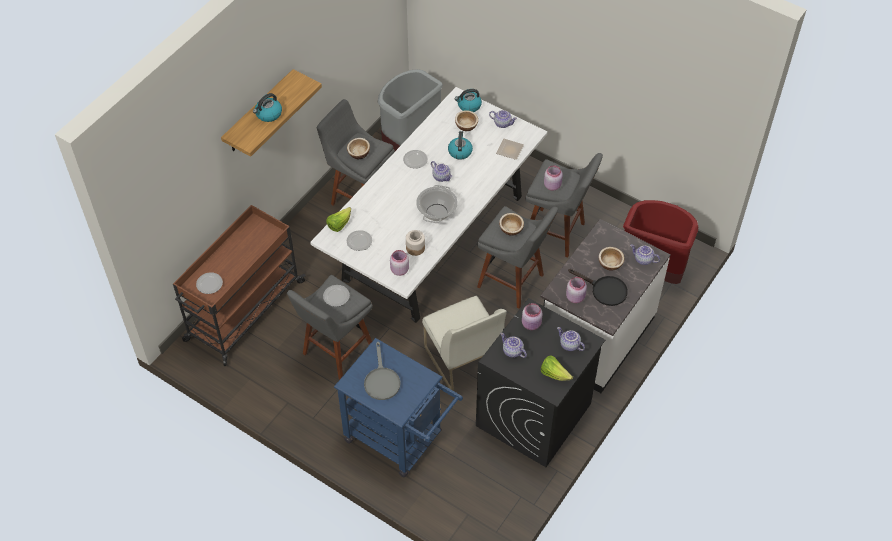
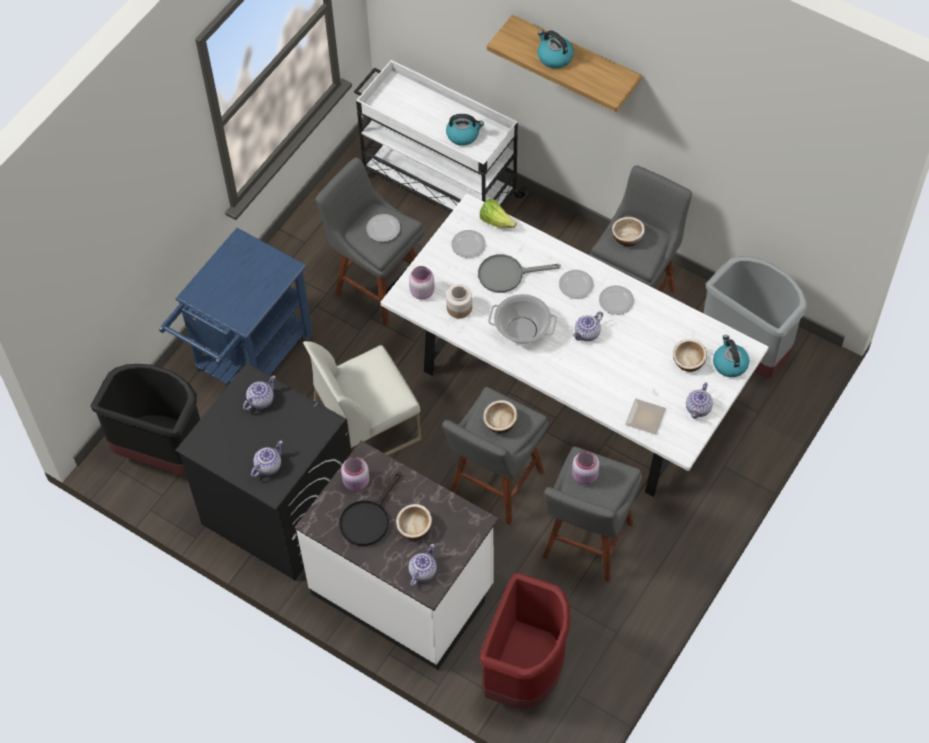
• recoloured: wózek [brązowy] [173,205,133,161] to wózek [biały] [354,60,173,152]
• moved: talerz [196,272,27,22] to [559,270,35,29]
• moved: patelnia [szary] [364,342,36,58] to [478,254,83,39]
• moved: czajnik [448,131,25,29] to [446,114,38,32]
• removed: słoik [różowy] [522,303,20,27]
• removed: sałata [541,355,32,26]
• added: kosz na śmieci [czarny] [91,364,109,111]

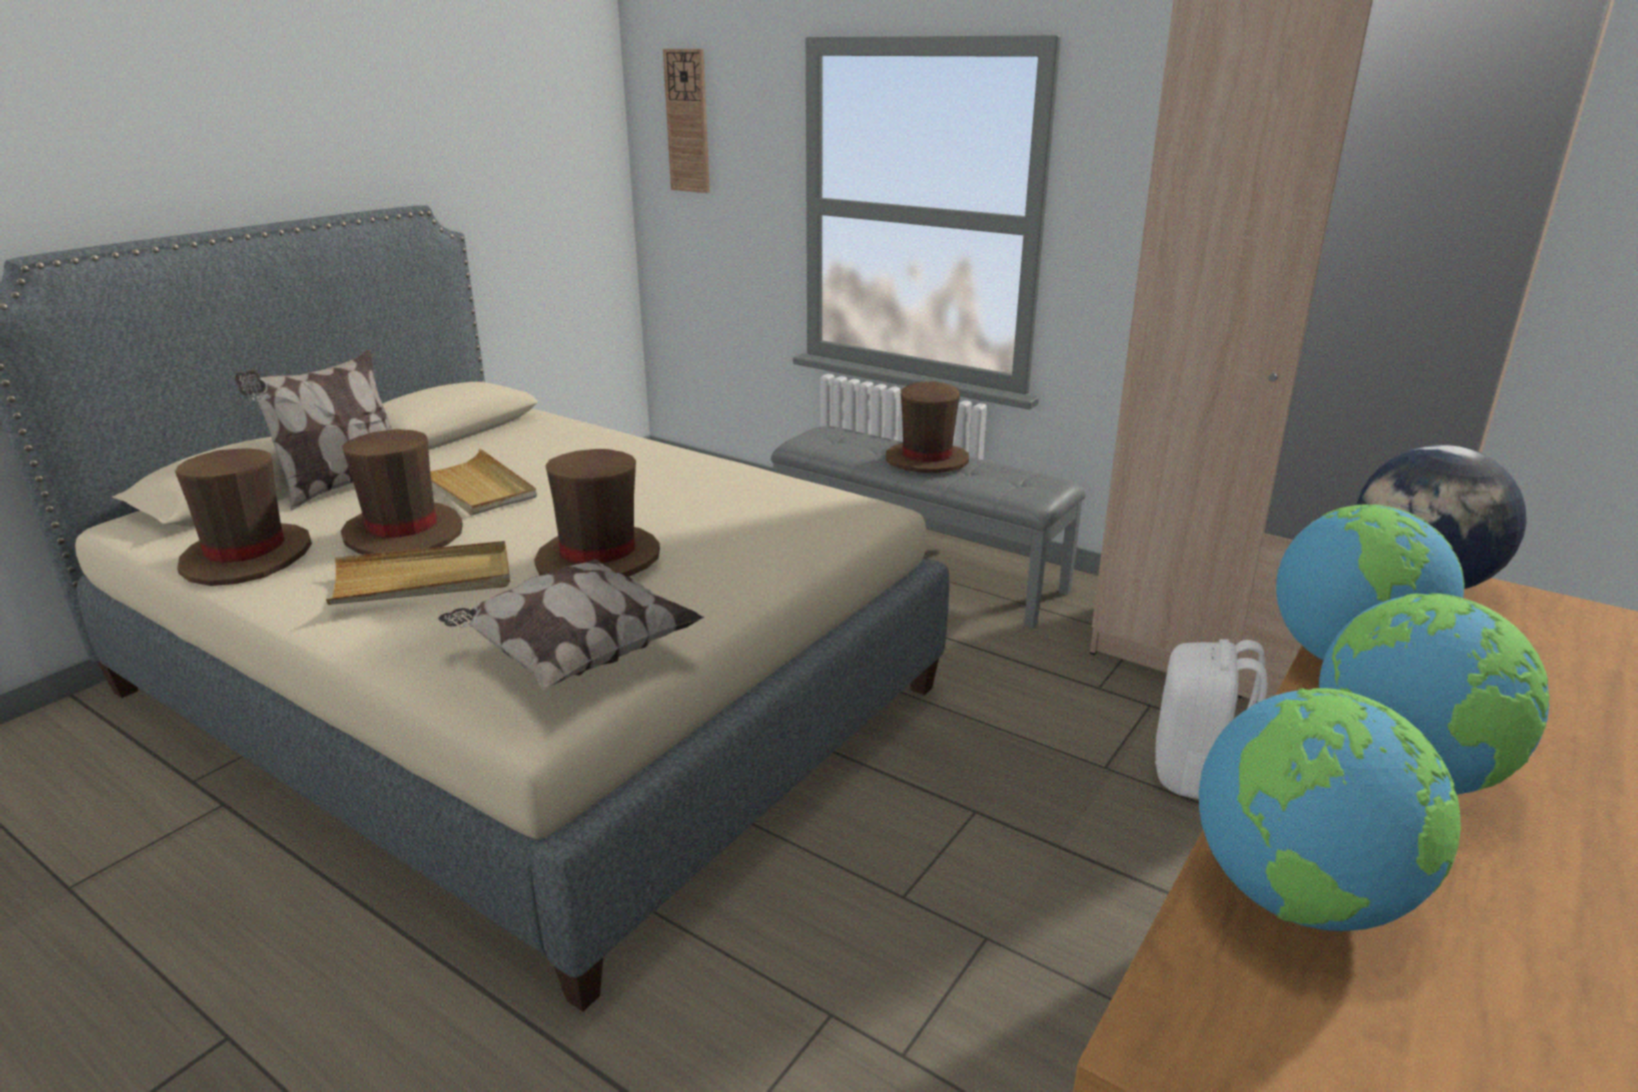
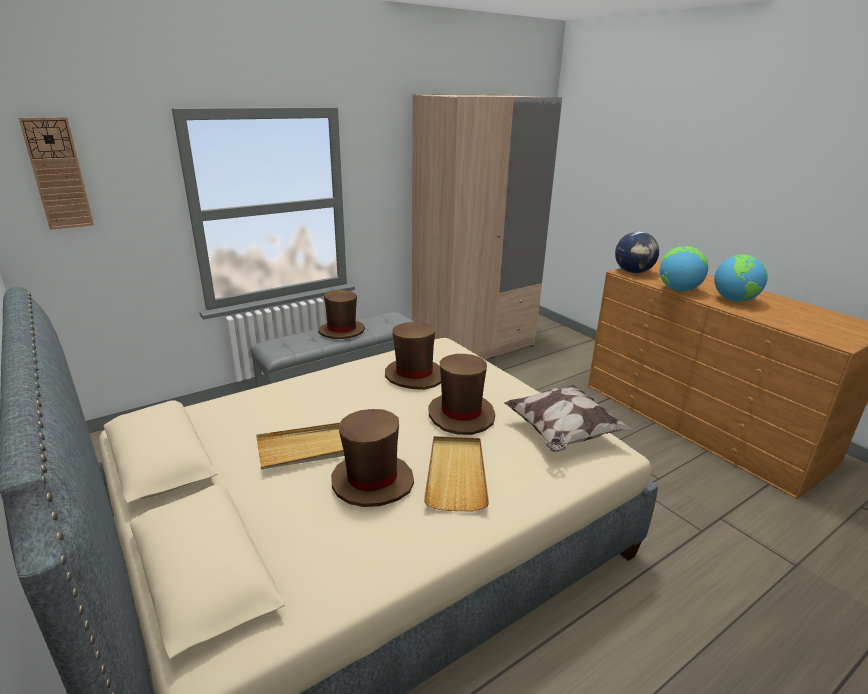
• moved: kapelusz [brązowy] [175,448,137,138] to [385,322,56,68]
• removed: poduszka [234,350,158,161]
• removed: plecak [biały] [1155,639,113,160]
• removed: globus [1199,688,262,243]

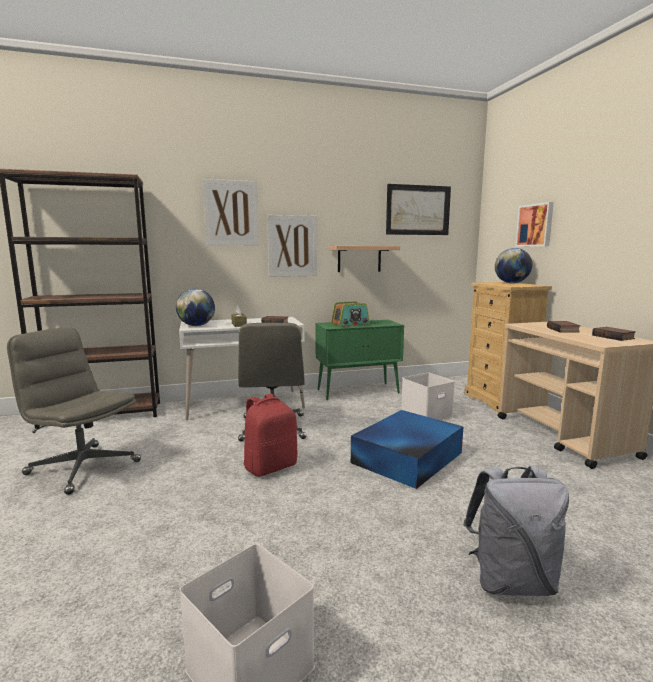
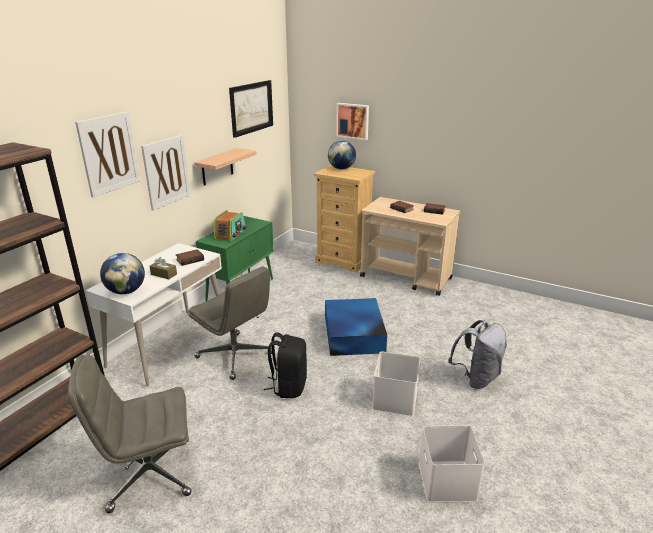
• recoloured: plecak [czerwony] [244,393,53,84] to plecak [czarny] [264,332,43,66]
• moved: pojemnik do przechowywania [biały] [401,373,54,48] to [372,351,48,66]

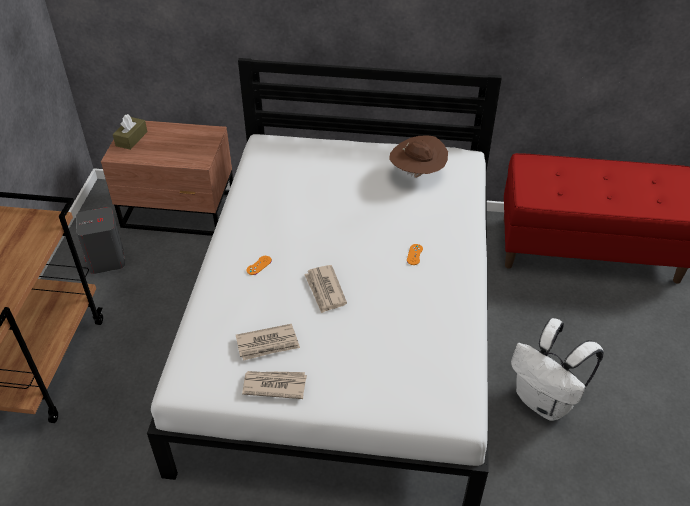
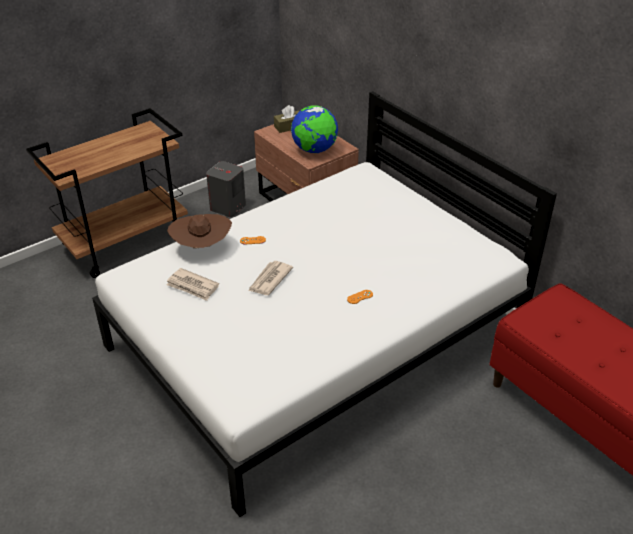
• removed: gazeta [242,371,65,28]
• moved: kapelusz [brązowy] [389,136,59,42] to [167,214,65,34]
• removed: plecak [biały] [511,318,93,103]
• added: globus [291,105,47,48]

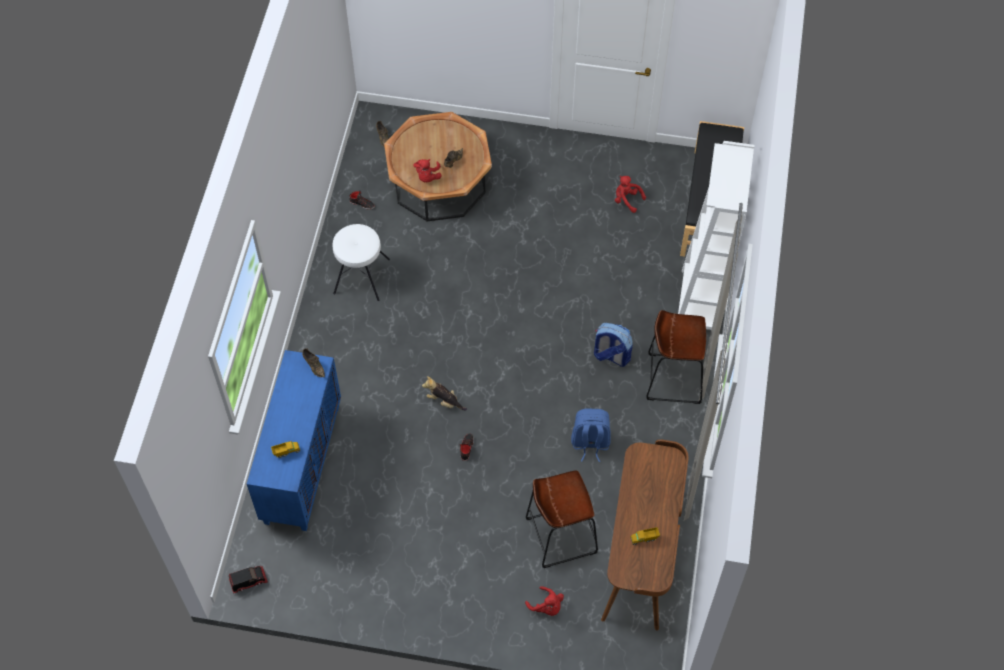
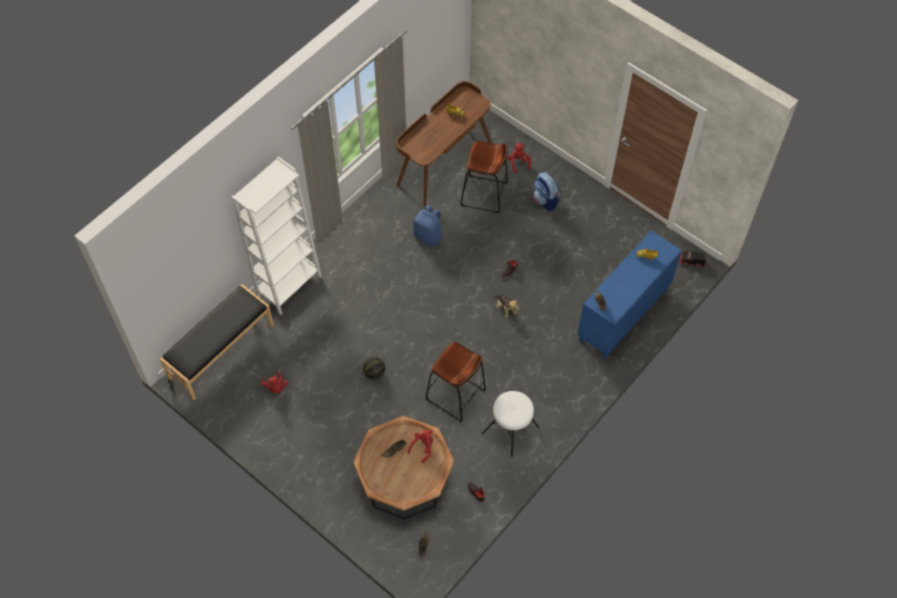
• moved: plecak [594,323,39,44] to [533,172,28,39]
• moved: stołek [brązowy] [646,310,60,94] to [426,342,60,80]
• added: piłka do koszykówki [363,357,22,23]

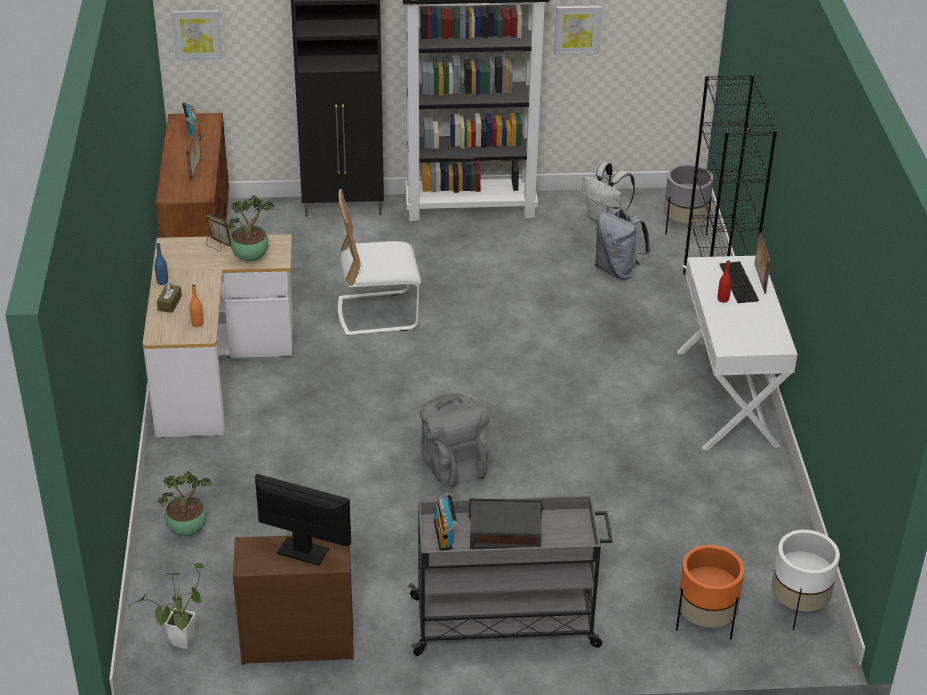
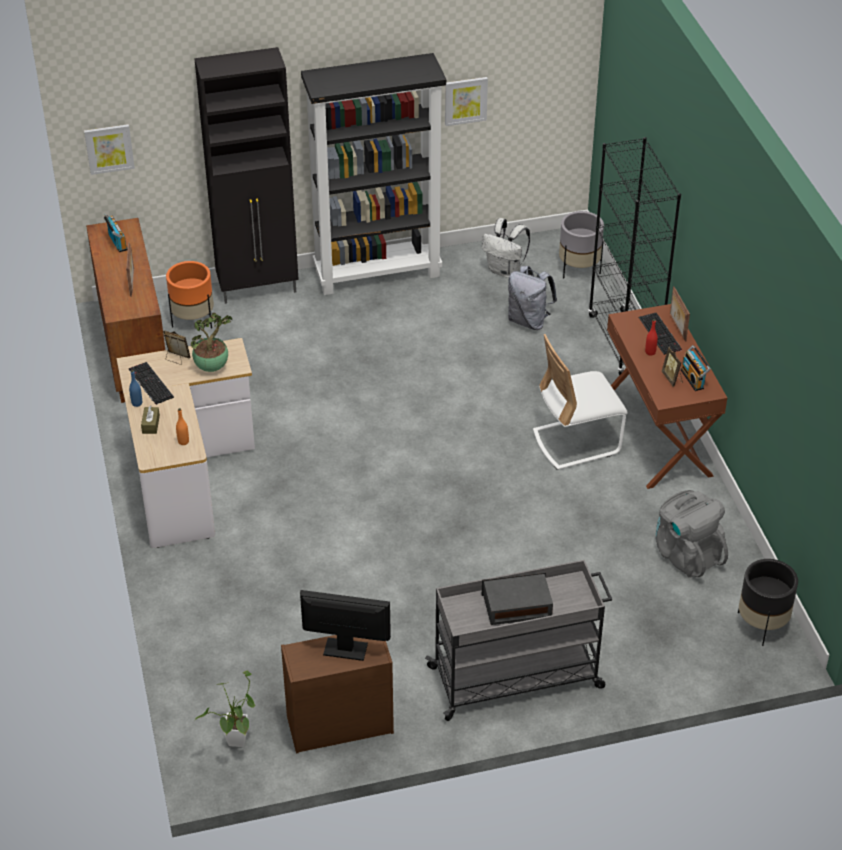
• removed: roślina doniczkowa [158,471,53,65]
• moved: krzesło [biały] [338,189,83,147] to [533,334,95,136]
• moved: plecak [szary] [420,393,69,94] to [656,490,72,88]
• moved: radio [434,492,23,59] to [681,345,30,46]
• moved: donica [pomarańczowy] [676,545,68,95] to [166,261,48,67]
• recoloured: biurko [biały] [677,256,121,194] to biurko [brązowy] [607,304,120,185]
• recoloured: donica [biały] [771,530,69,100] to donica [czarny] [738,559,60,87]
• added: klawiatura [129,362,45,43]
• added: ramka na zdjęcie [662,347,20,40]

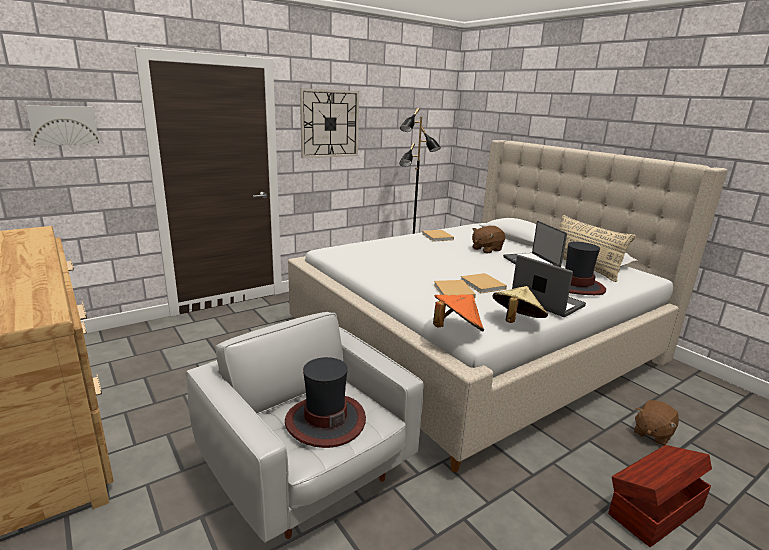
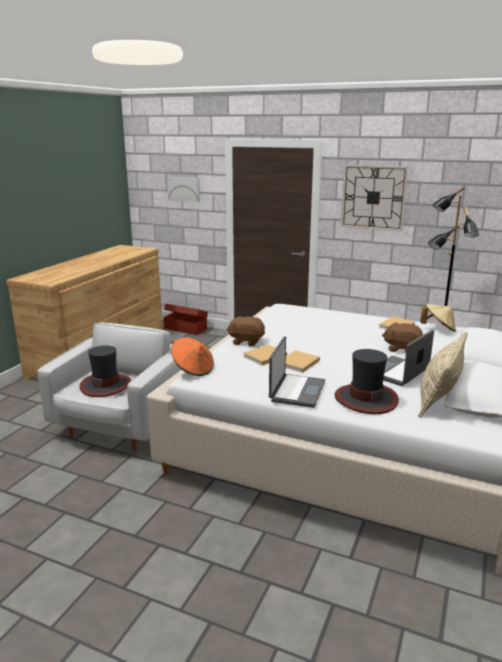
• moved: kapelusz [beżowy] [492,286,56,37] to [420,304,36,28]
• moved: pojemnik do przechowywania [brązowy] [608,445,104,102] to [164,304,44,31]
• moved: pluszak [brązowy] [634,400,45,46] to [227,316,38,30]

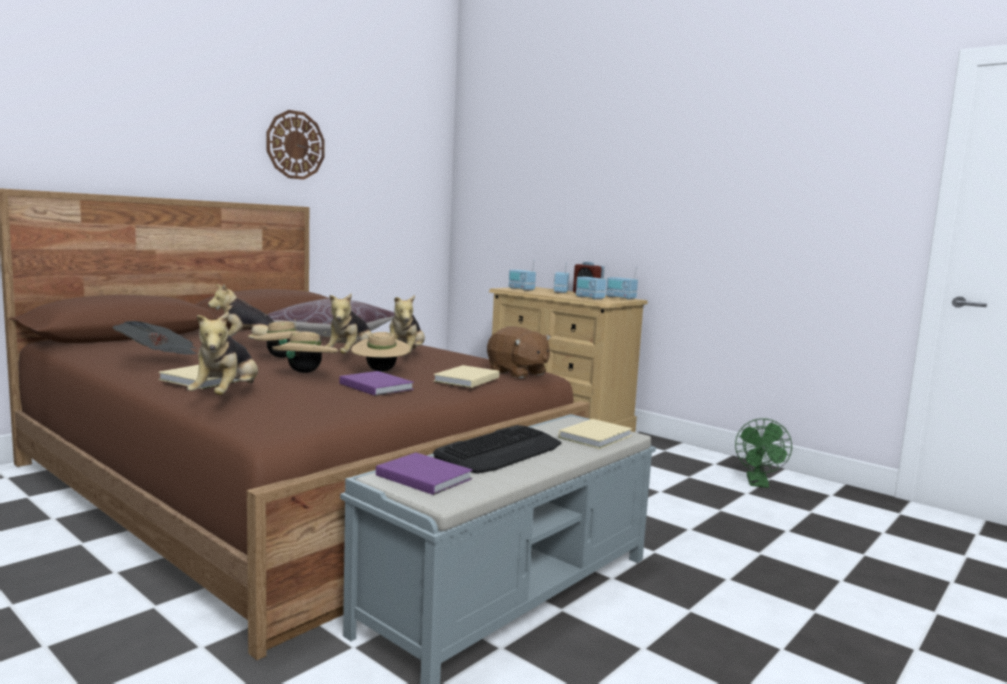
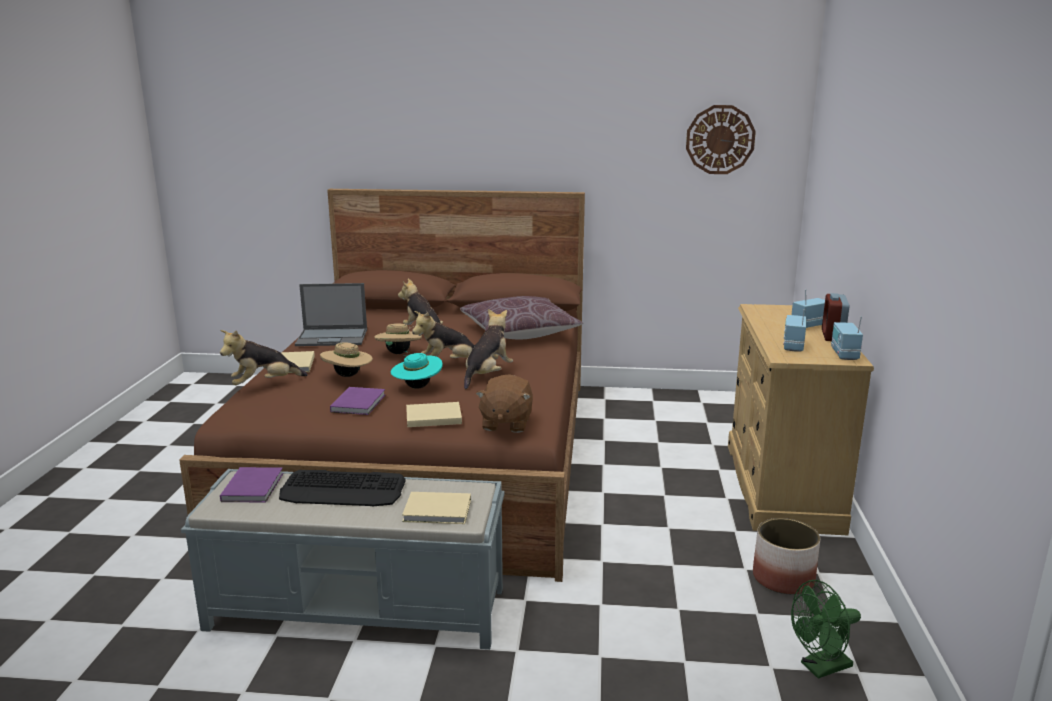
• replaced: gazeta [112,321,85,34] to laptop [295,283,72,63]
• moved: zegar ścienny [266,110,59,70] to [686,105,70,69]
• recoloured: kapelusz [beżowy] [351,332,59,40] to kapelusz [turkusowy] [391,351,51,38]
• turned: pluszak [389,295,36,59] = [464,309,49,81] 150 degrees clockwise
• removed: radio [509,260,27,31]
• added: donica [753,518,67,76]

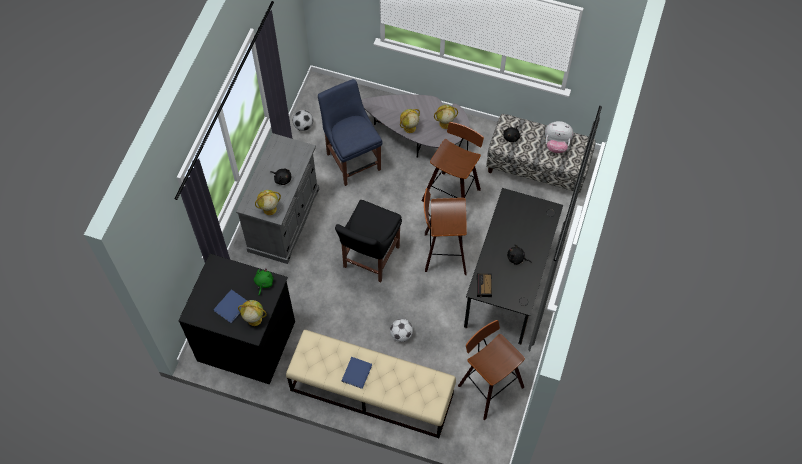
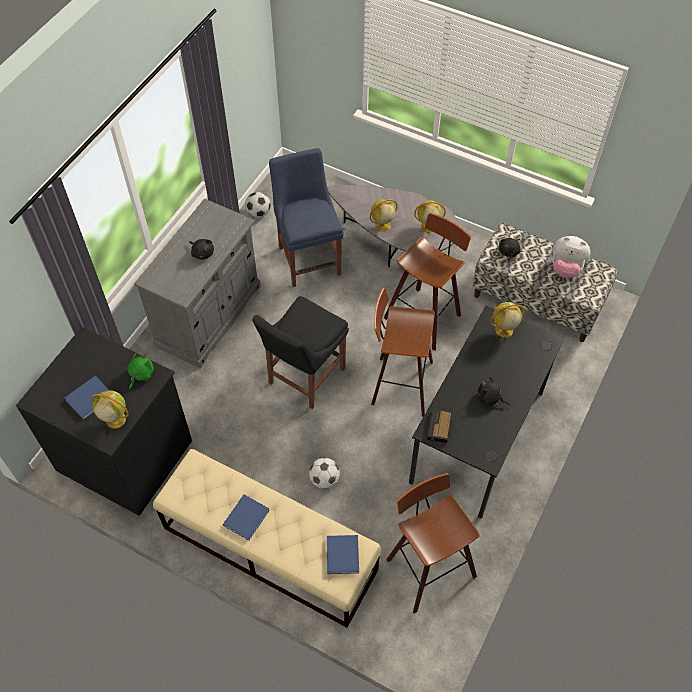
• moved: globus [255,190,26,25] to [490,302,35,36]
• added: książka [niebieski] [327,535,32,39]

